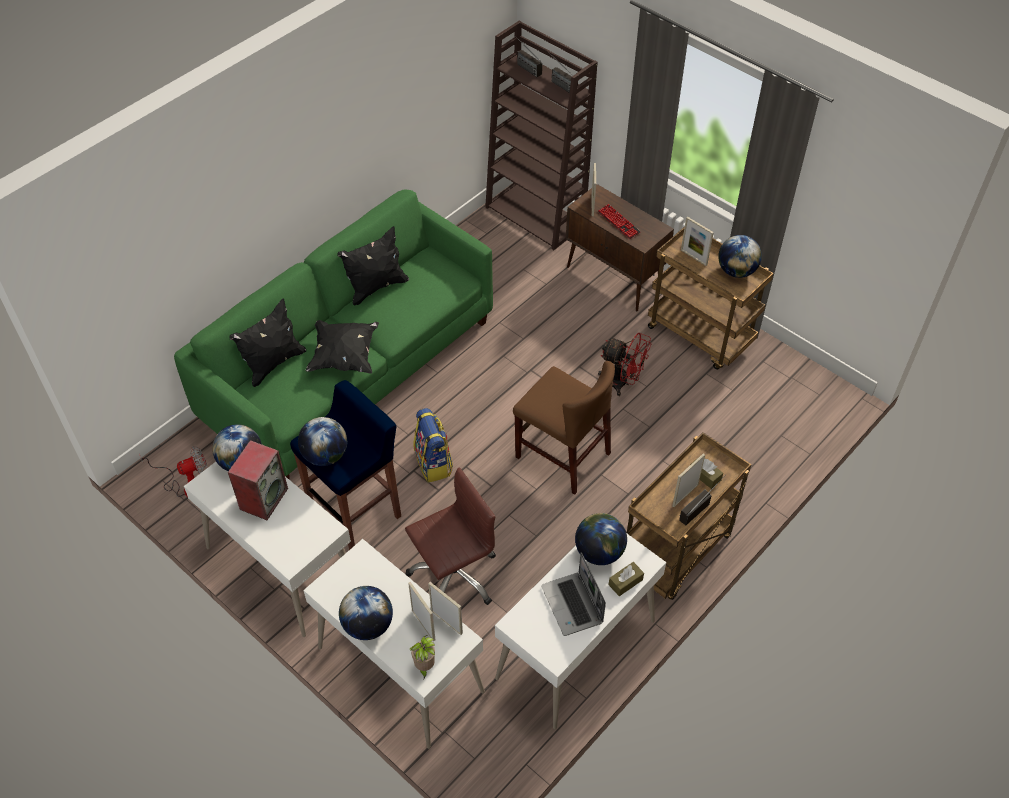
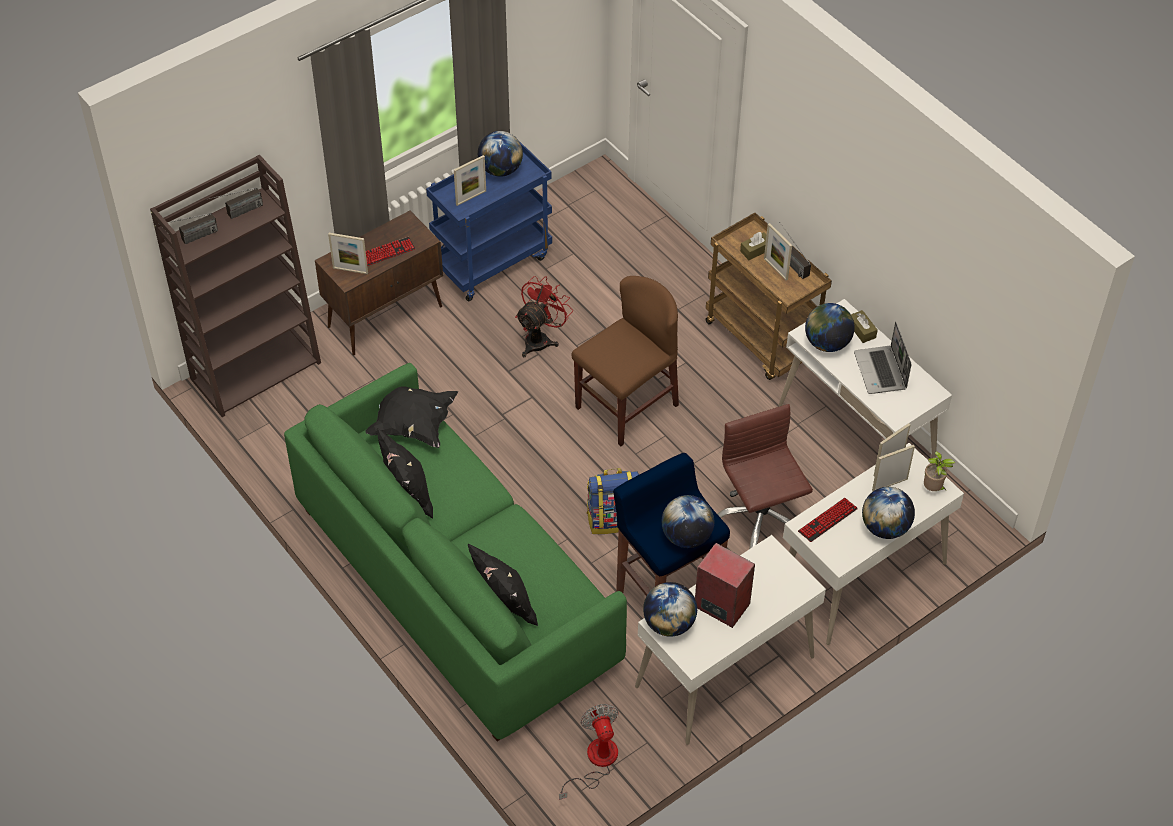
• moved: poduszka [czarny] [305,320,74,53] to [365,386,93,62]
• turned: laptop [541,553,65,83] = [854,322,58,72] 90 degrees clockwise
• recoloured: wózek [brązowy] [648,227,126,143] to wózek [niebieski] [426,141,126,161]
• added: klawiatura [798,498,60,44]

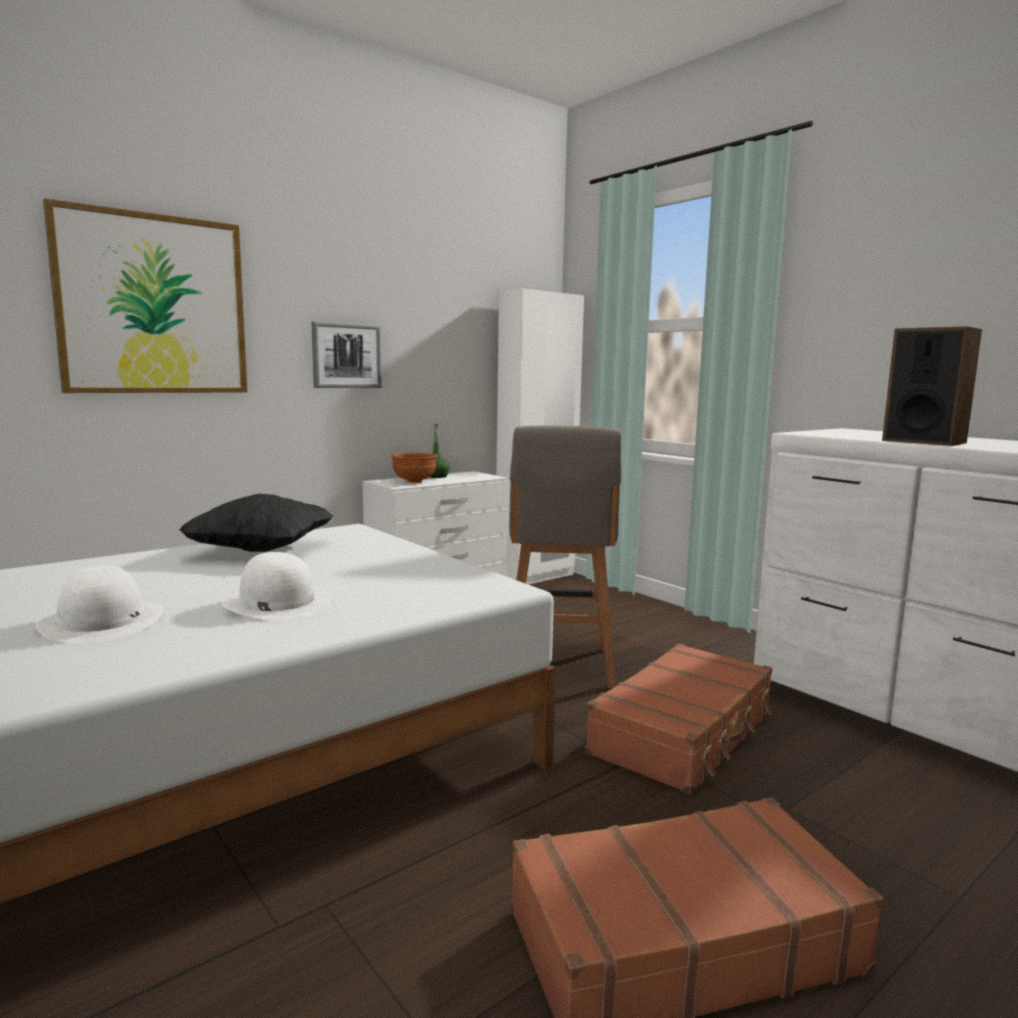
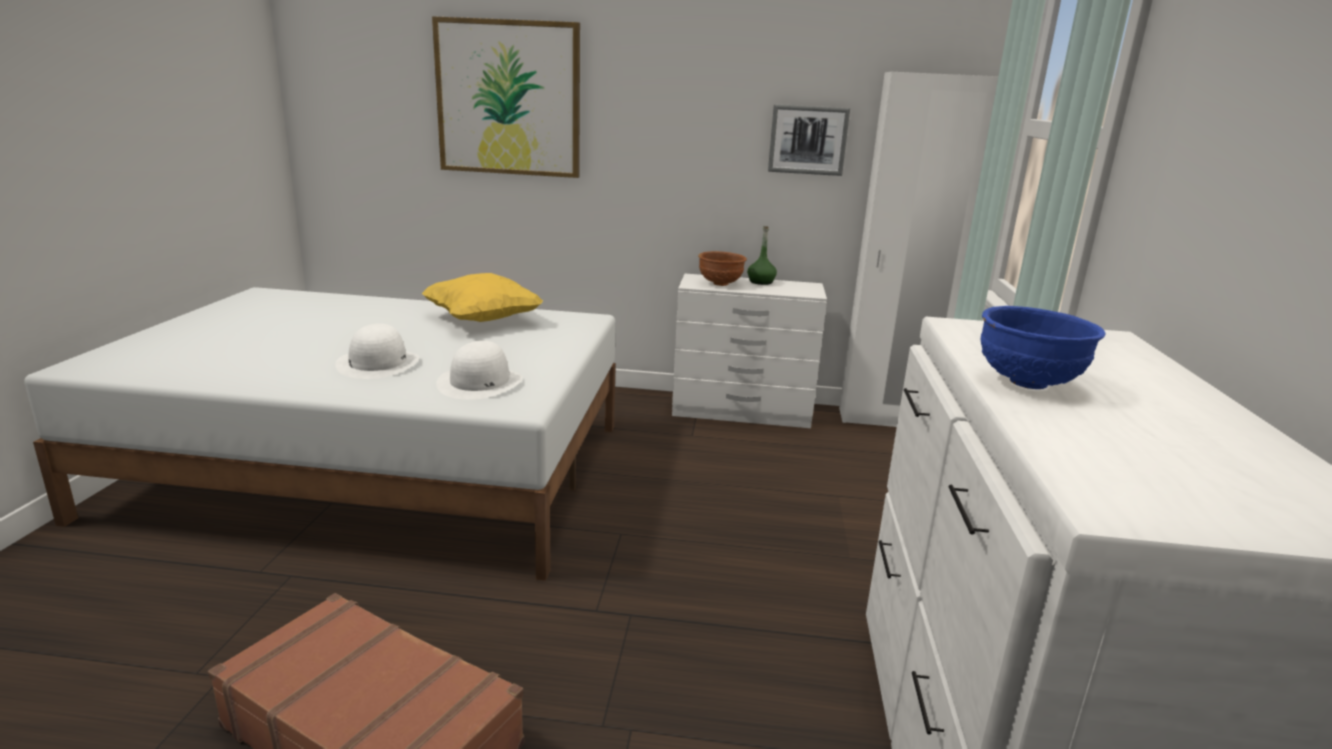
• moved: kapelusz [biały] [36,565,127,79] to [436,341,87,59]
• recoloured: poduszka [czarny] [179,494,155,58] to poduszka [żółty] [422,273,121,49]
• moved: obraz [312,321,70,67] to [768,104,82,72]
• removed: stołek [szary] [509,426,113,262]
• removed: walizka [brązowy] [585,643,187,151]
• replaced: głośnik [882,326,100,120] to miska [niebieski] [981,306,125,83]

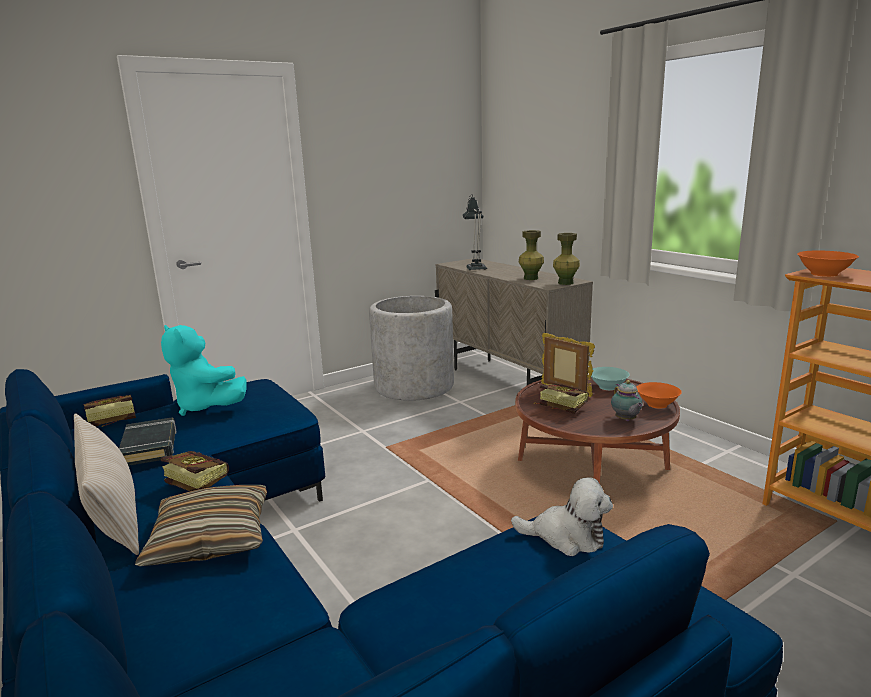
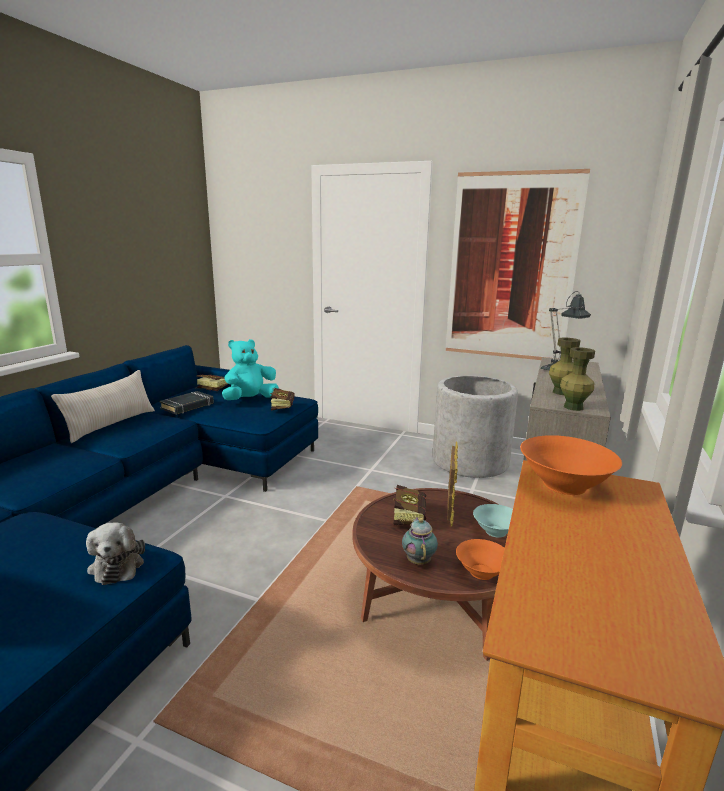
• removed: poduszka [135,485,132,81]
• turned: pluszak [turkusowy] [161,325,86,91] = [222,339,57,61] 45 degrees clockwise
• moved: książka [161,451,68,41] to [271,388,24,23]
• turned: imbryk [611,380,32,41] = [402,517,36,48] 135 degrees clockwise
• added: obraz [446,169,144,191]

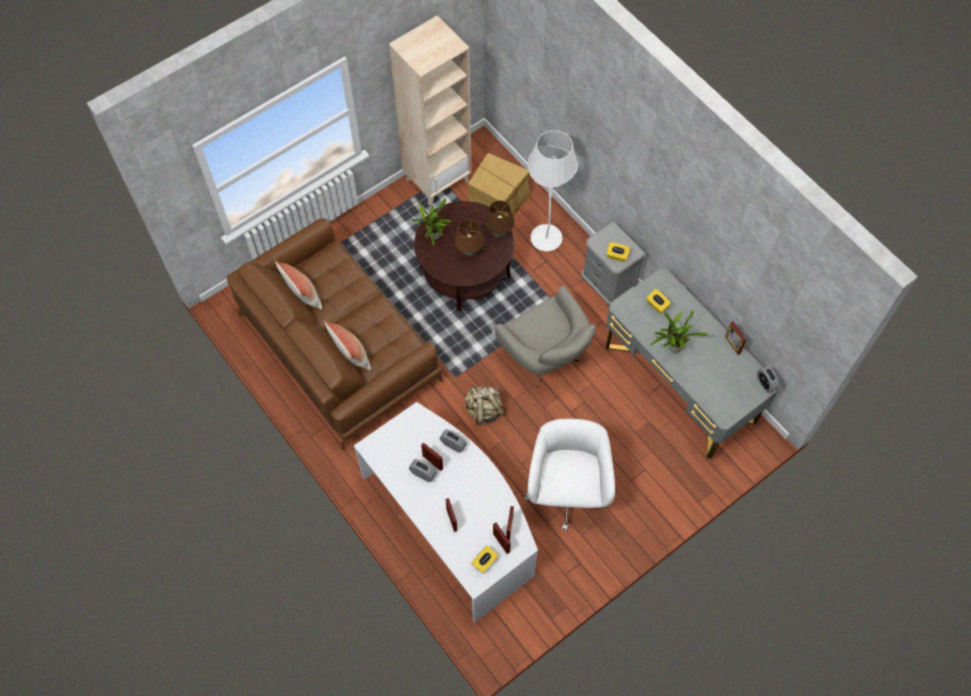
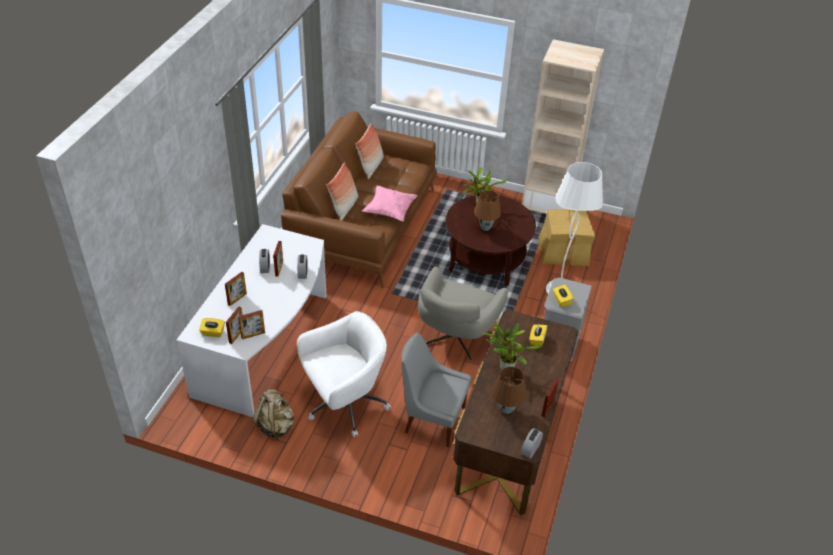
• moved: plecak [beżowy] [464,385,42,40] to [253,390,41,50]
• moved: lampa stołowa [brązowy] [485,200,30,38] to [492,367,35,47]
• recoloured: biurko [szary] [606,269,174,190] to biurko [brązowy] [453,310,125,205]
• added: poduszka [różowy] [362,186,56,35]
• added: krzesło [szary] [401,332,70,115]

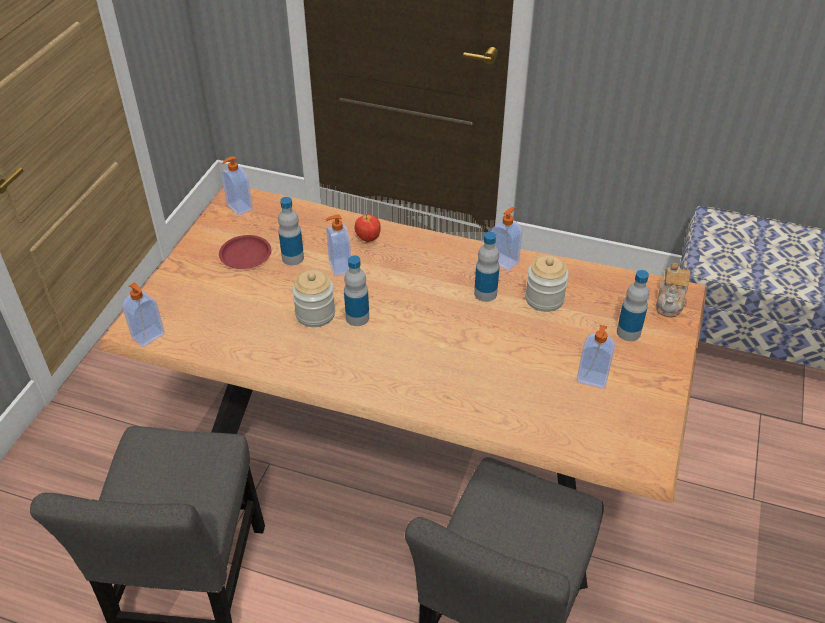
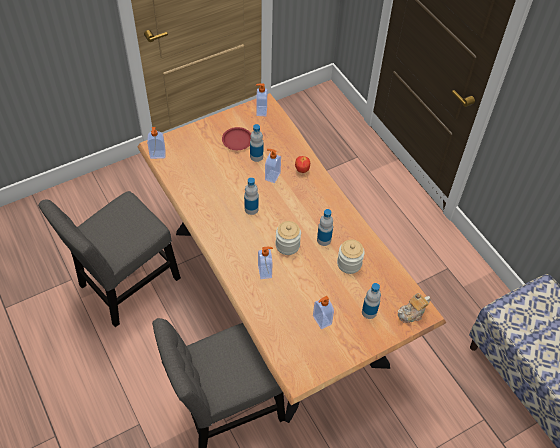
• moved: słoik [292,270,43,57] to [275,221,26,34]
• moved: dozownik mydła [491,207,31,64] to [258,247,15,32]

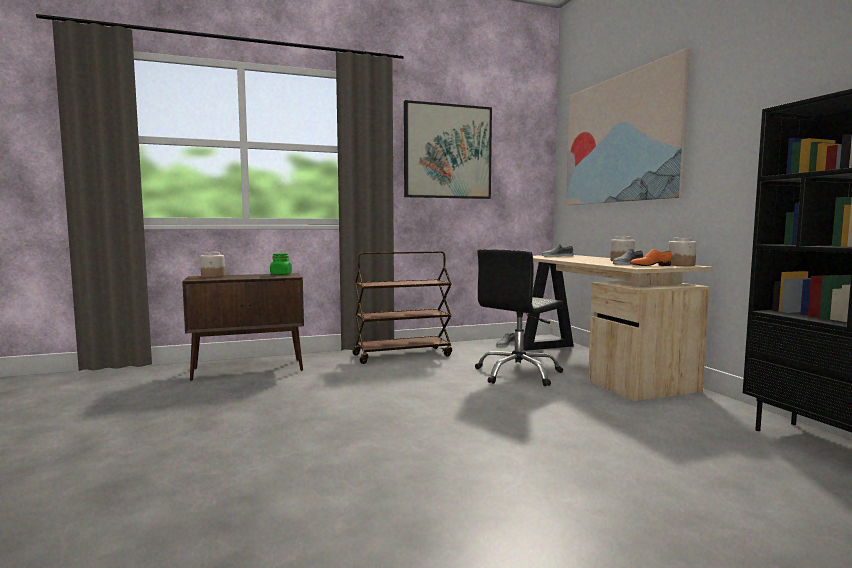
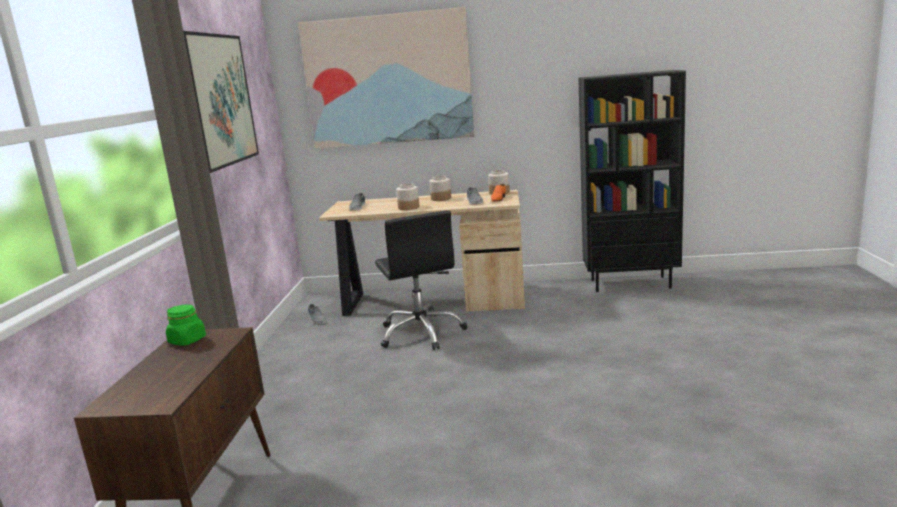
• moved: słoik [200,252,25,25] to [396,183,24,27]
• removed: wózek [brązowy] [352,251,100,113]

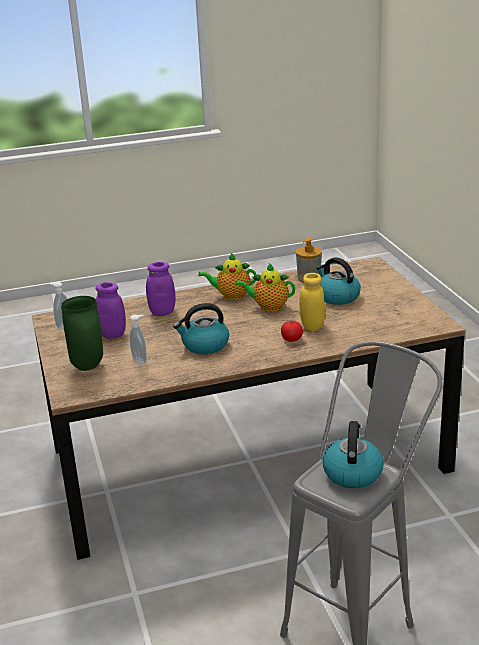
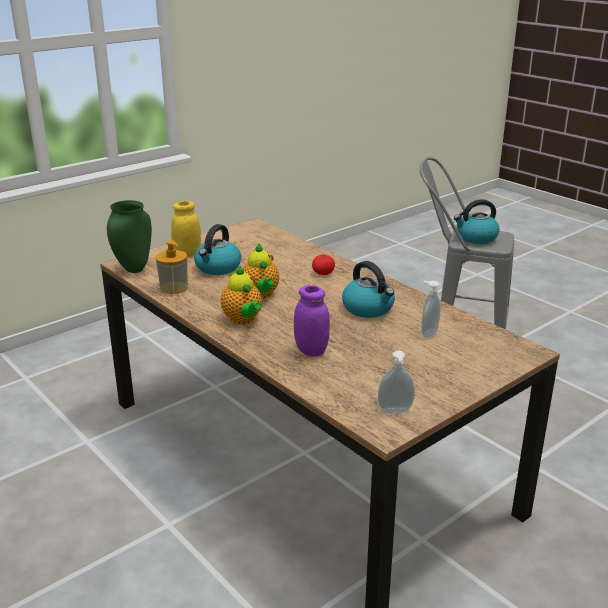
• moved: wazon [zielony] [61,296,42,75] to [107,200,45,73]
• removed: słoik [fioletowy] [95,282,31,57]
• moved: słoik [żółty] [299,273,26,58] to [171,201,30,55]

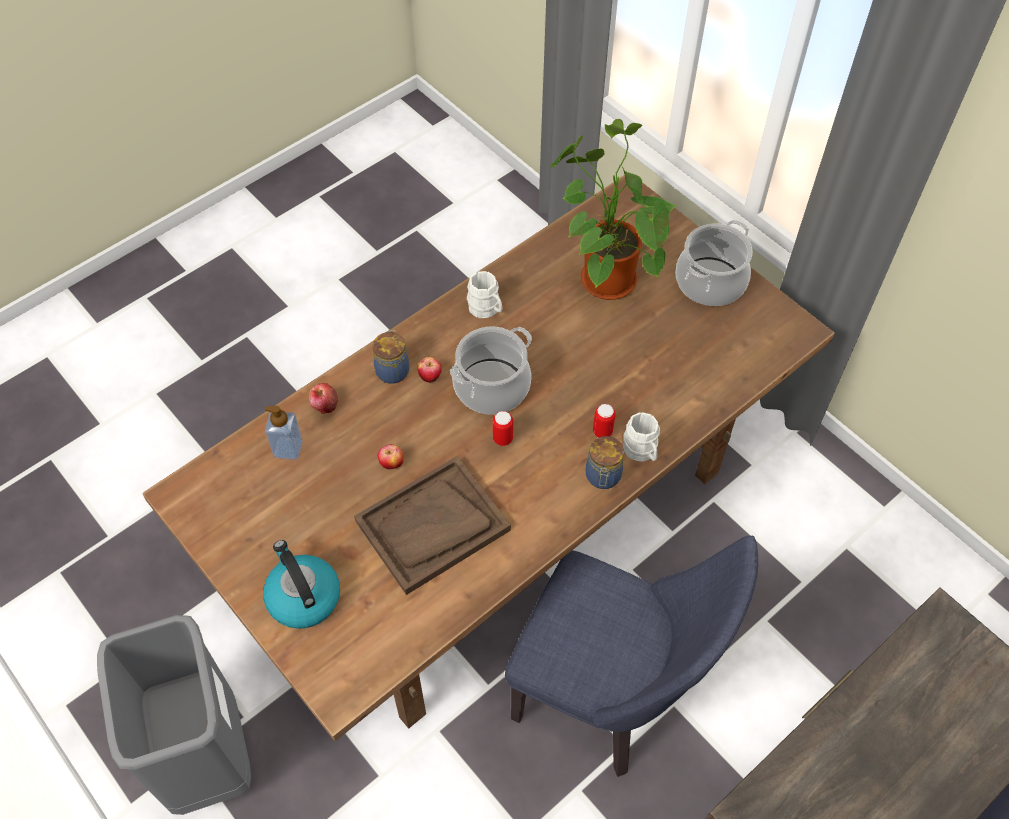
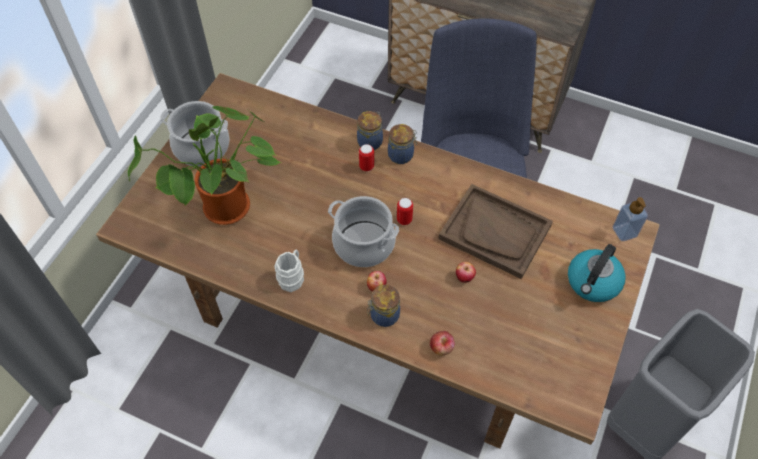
• moved: dozownik mydła [265,406,38,54] to [613,197,35,44]
• replaced: kubek [biały] [623,412,37,50] to słoik [357,111,26,39]

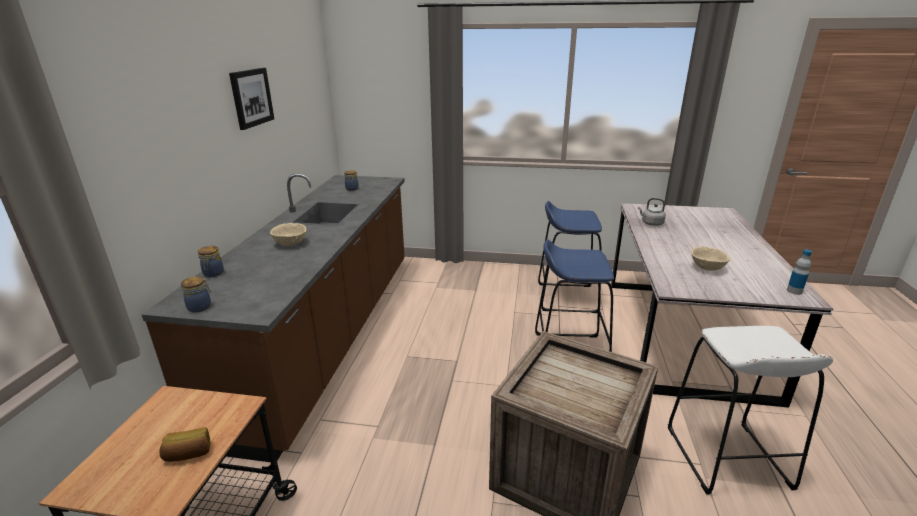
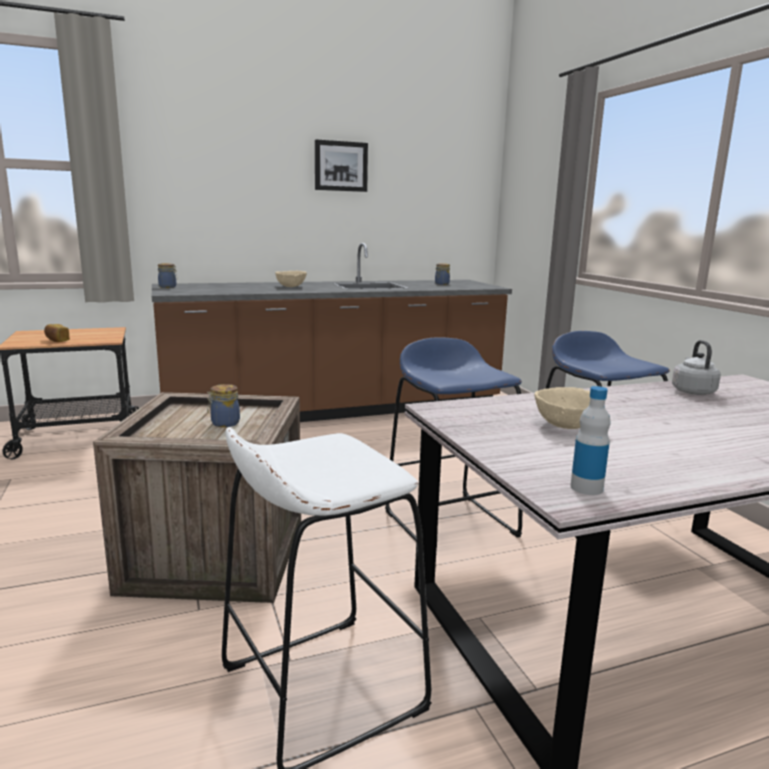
• moved: słoik [198,246,26,31] to [207,384,33,43]

